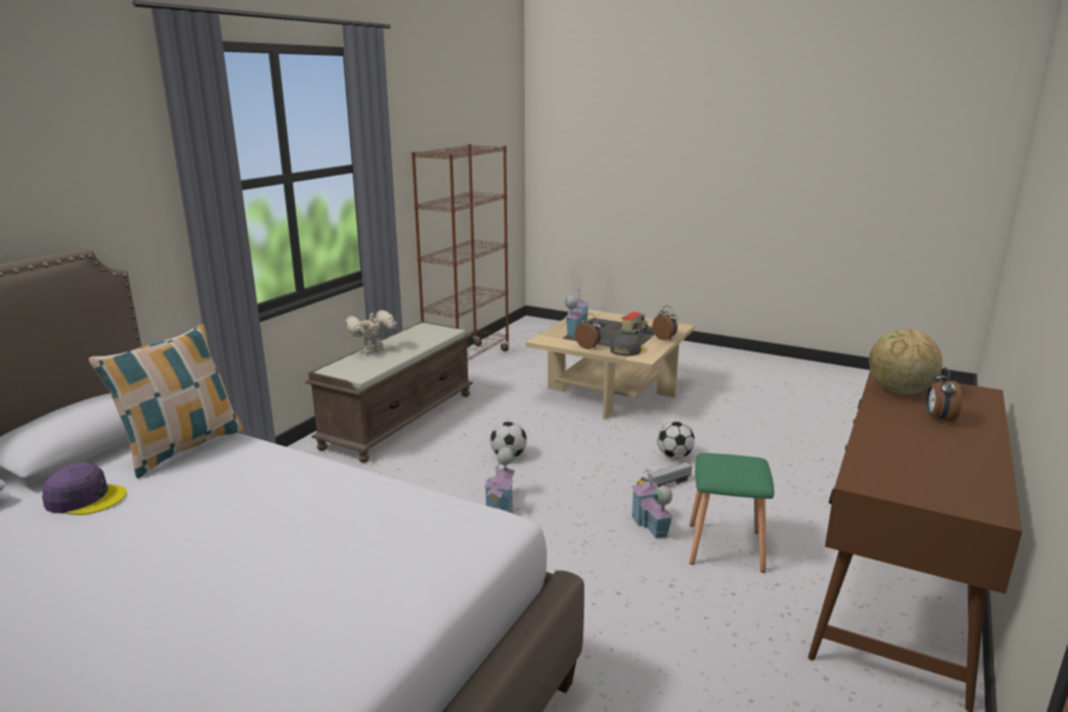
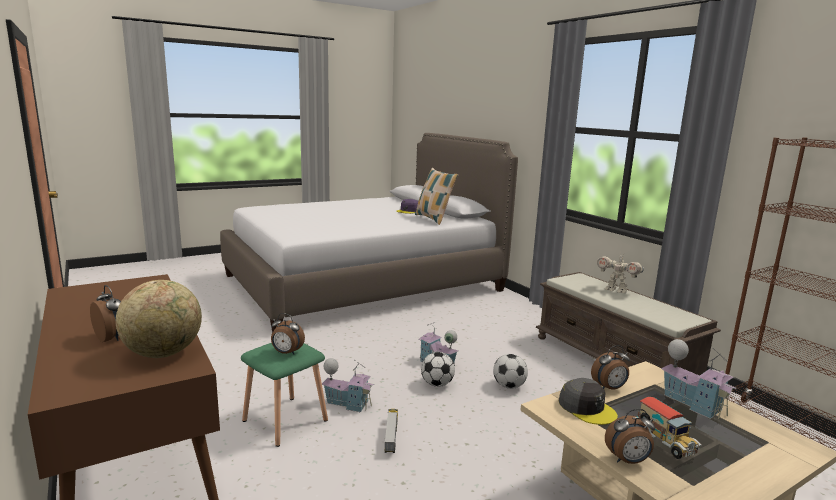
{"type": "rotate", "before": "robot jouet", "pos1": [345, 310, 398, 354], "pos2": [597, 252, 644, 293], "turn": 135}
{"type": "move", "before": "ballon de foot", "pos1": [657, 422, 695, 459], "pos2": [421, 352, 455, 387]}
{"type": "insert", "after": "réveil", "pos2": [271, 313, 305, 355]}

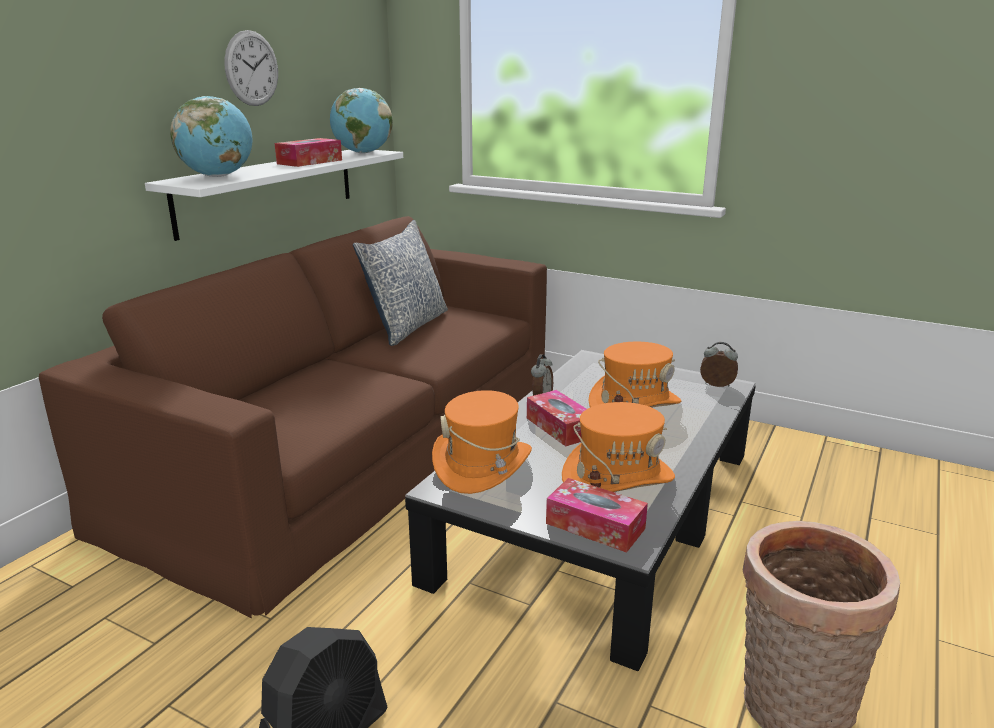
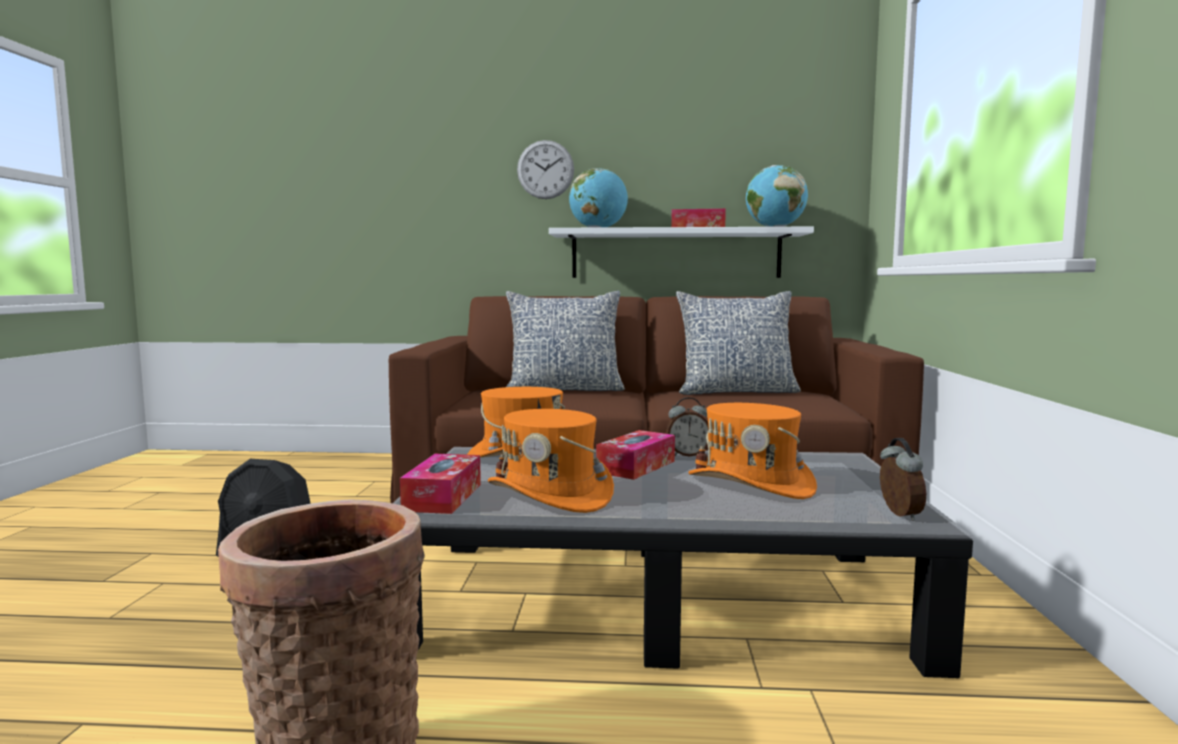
{"type": "move", "before": "horloge murale", "pos1": [224, 30, 278, 106], "pos2": [517, 140, 574, 199]}
{"type": "insert", "after": "coussin", "pos2": [506, 291, 625, 391]}

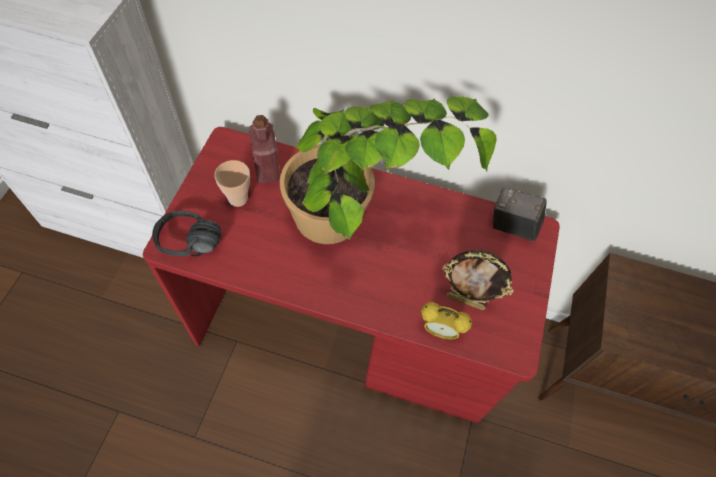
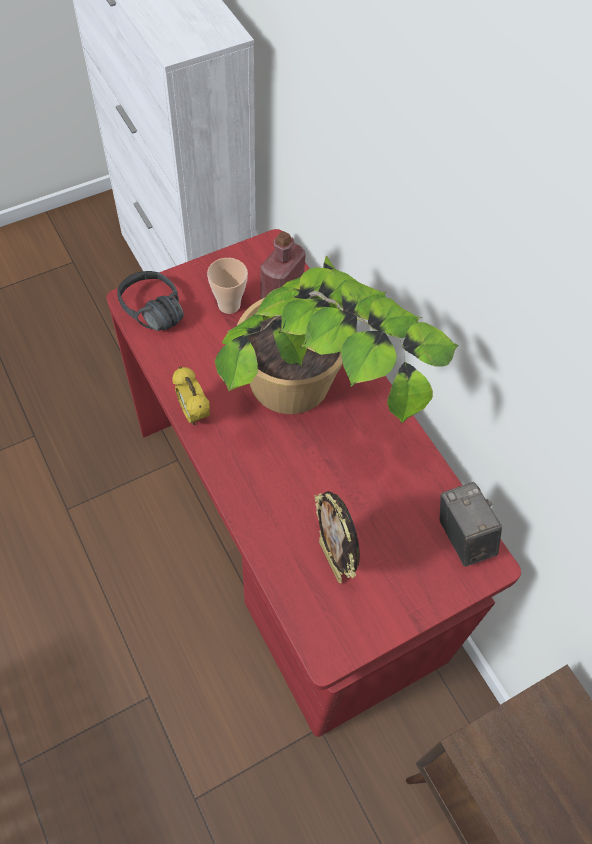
{"type": "move", "before": "réveil", "pos1": [421, 302, 472, 340], "pos2": [172, 367, 210, 425]}

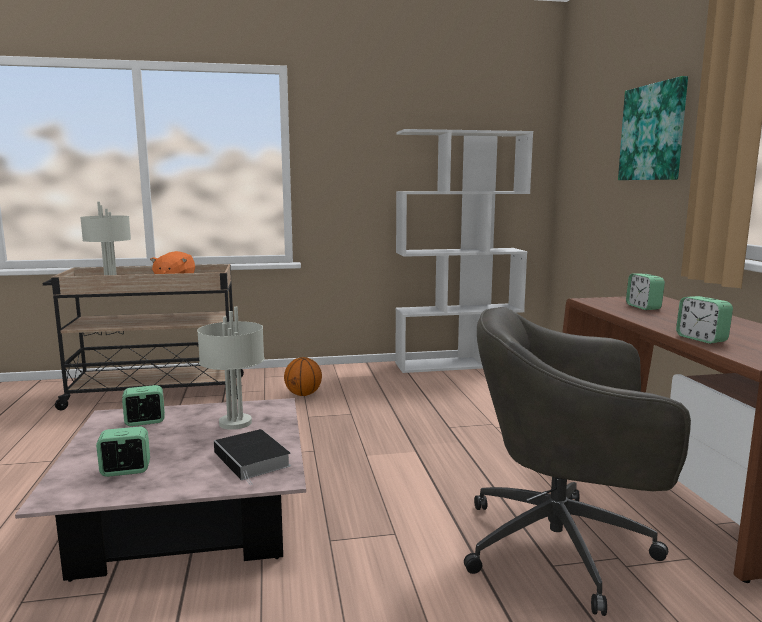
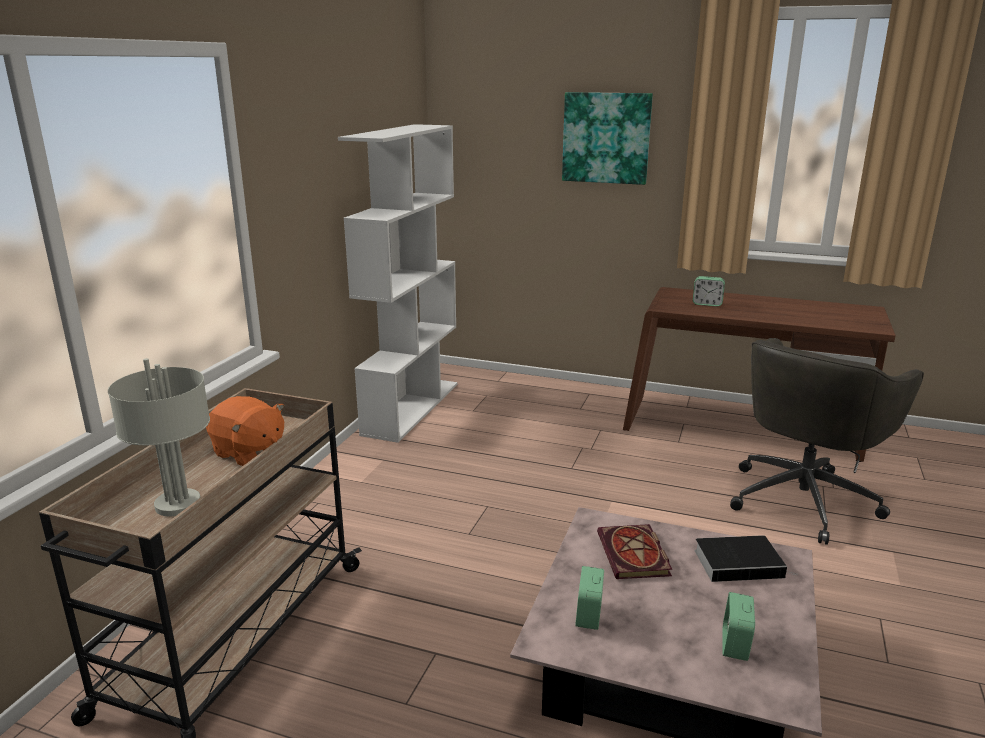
{"type": "replace", "before": "lampe de table/gris", "after": "livre", "pos1": [197, 307, 264, 430], "pos2": [597, 524, 672, 579]}
{"type": "delete", "before": "ballon de basket", "pos1": [284, 357, 322, 396]}
{"type": "delete", "before": "réveil", "pos1": [676, 296, 733, 344]}

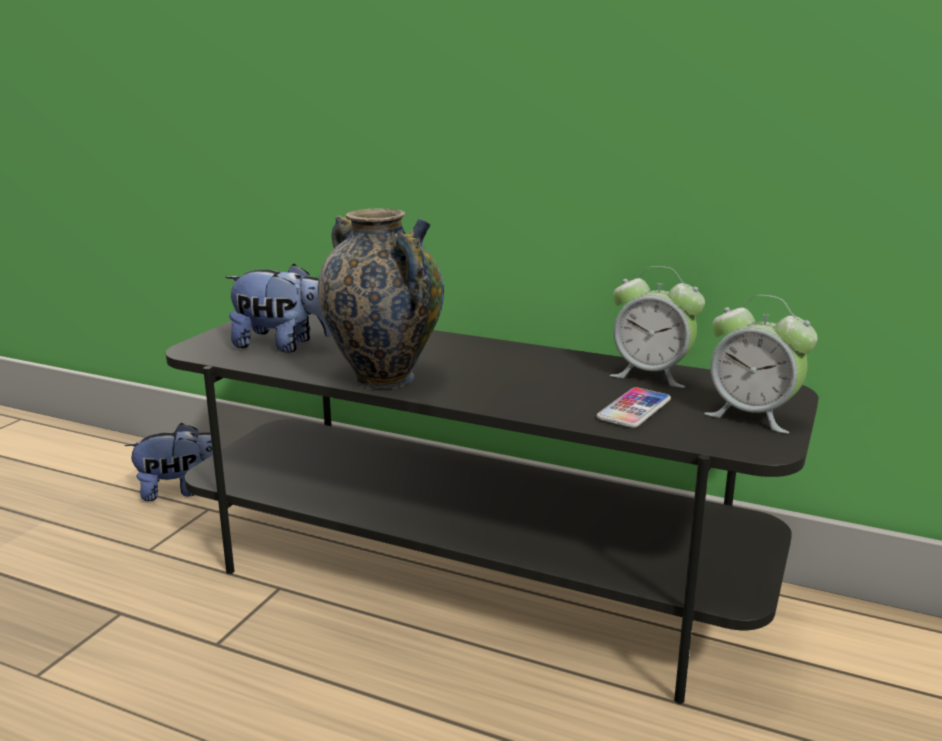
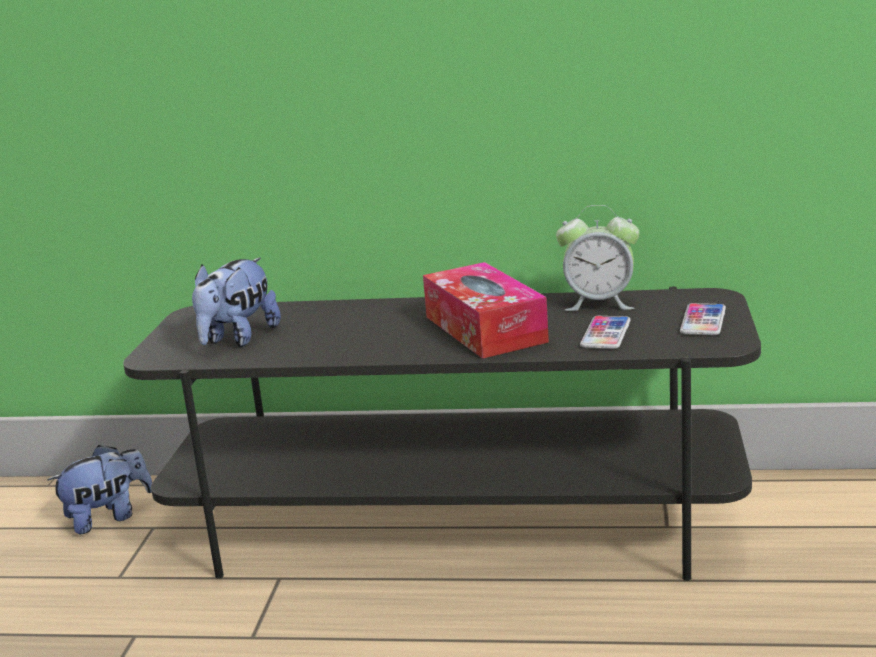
{"type": "rotate", "before": "peluche", "pos1": [225, 264, 332, 353], "pos2": [192, 258, 281, 347], "turn": 120}
{"type": "delete", "before": "vase", "pos1": [318, 208, 444, 390]}
{"type": "replace", "before": "réveil", "after": "téléphone", "pos1": [704, 295, 818, 434], "pos2": [680, 303, 726, 335]}
{"type": "insert", "after": "boîte à mouchoirs", "pos2": [423, 262, 549, 359]}

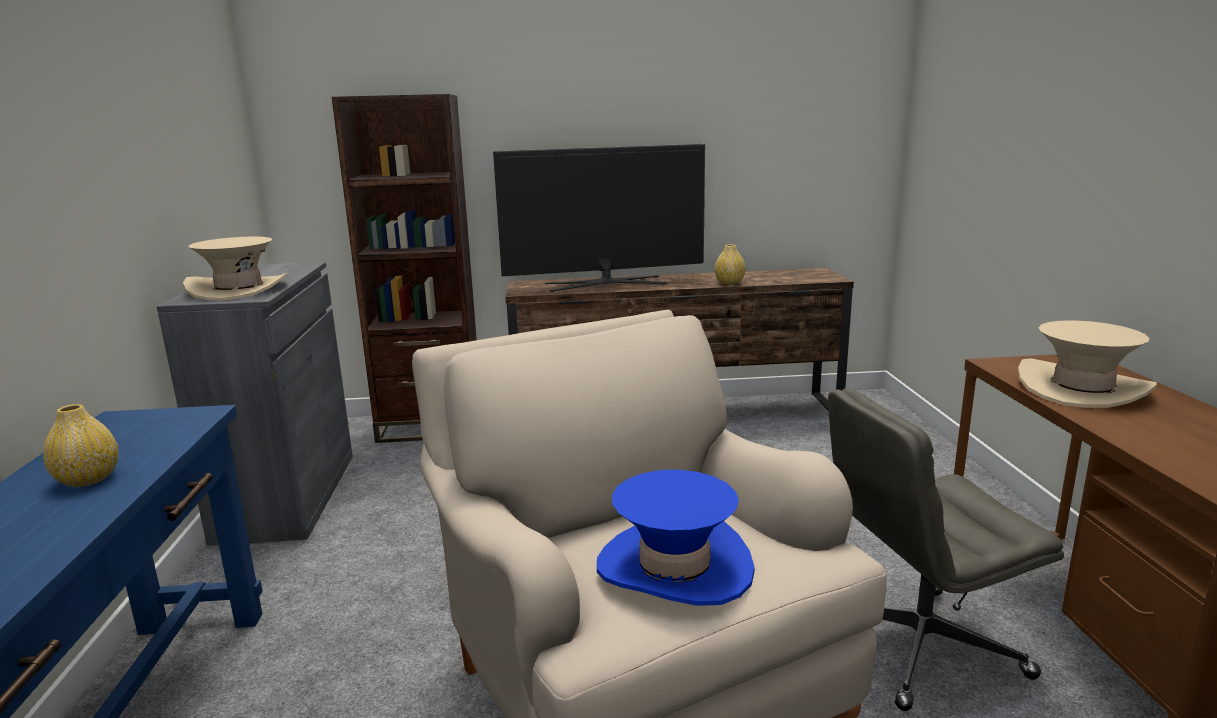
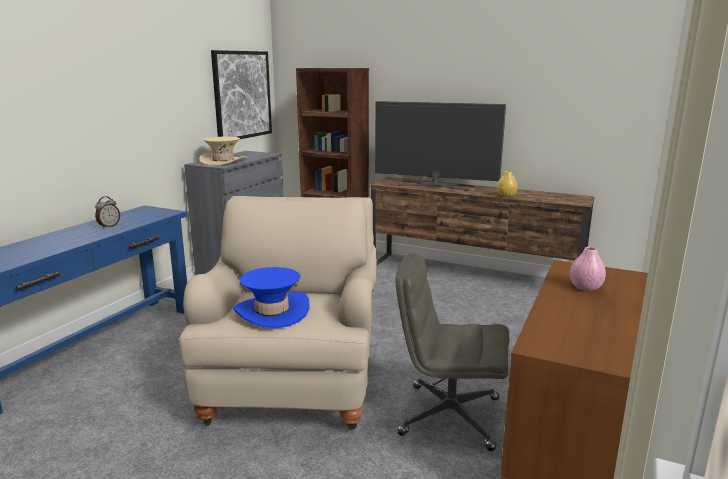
{"type": "replace", "before": "vase/jaune", "after": "réveil", "pos1": [43, 404, 119, 487], "pos2": [95, 196, 120, 228]}
{"type": "replace", "before": "chapeau/beige", "after": "vase/rose", "pos1": [1018, 320, 1157, 408], "pos2": [570, 247, 606, 291]}
{"type": "insert", "after": "tableau", "pos2": [211, 50, 272, 139]}

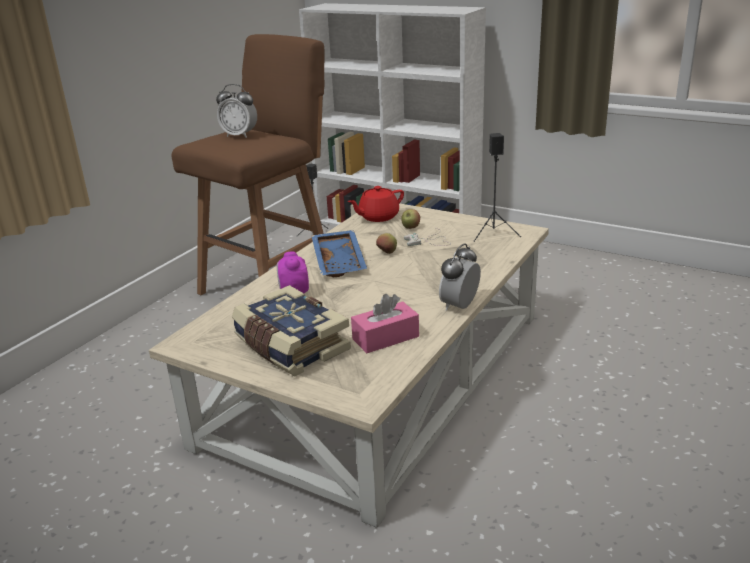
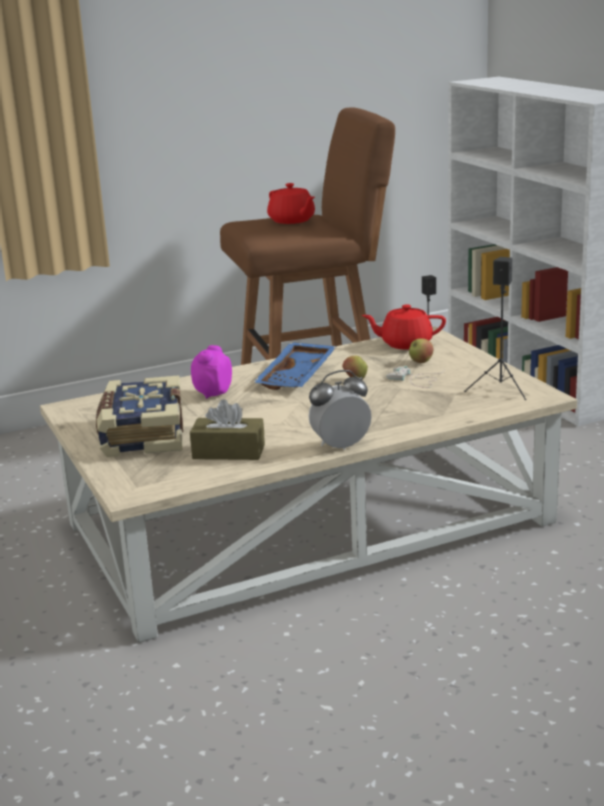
{"type": "replace", "before": "réveil", "after": "théière/rouge", "pos1": [216, 84, 257, 138], "pos2": [267, 183, 315, 224]}
{"type": "recolor", "before": "boîte à mouchoirs/rose", "after": "boîte à mouchoirs/marron", "pos1": [351, 294, 419, 353], "pos2": [190, 399, 265, 460]}

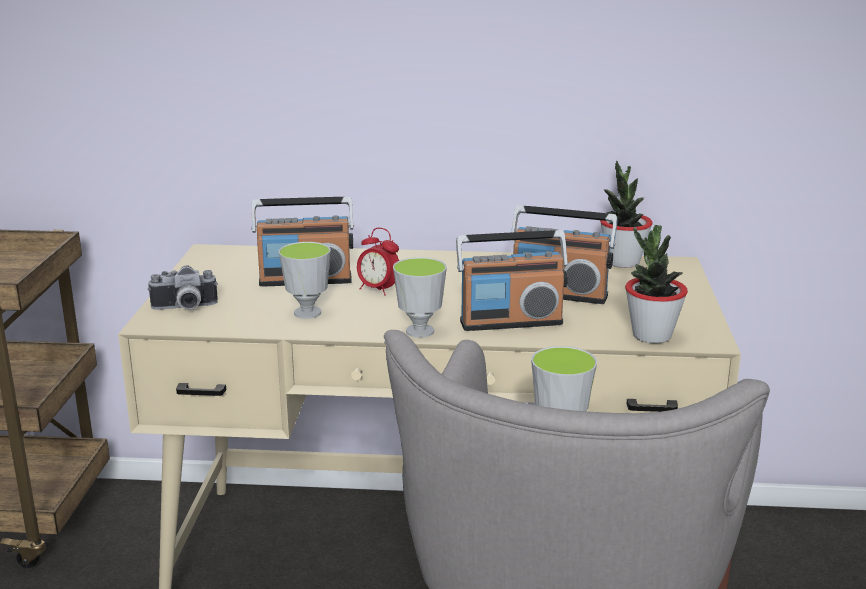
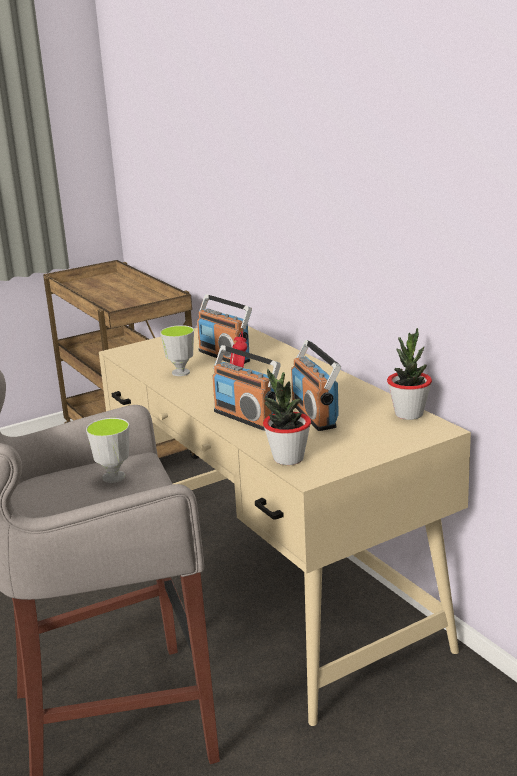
{"type": "delete", "before": "appareil photo", "pos1": [147, 265, 218, 310]}
{"type": "delete", "before": "tasse", "pos1": [393, 257, 447, 338]}

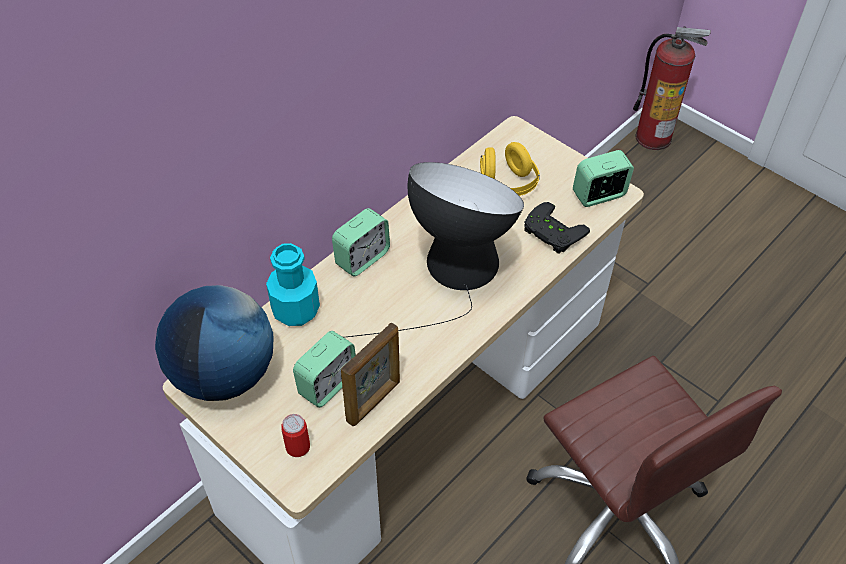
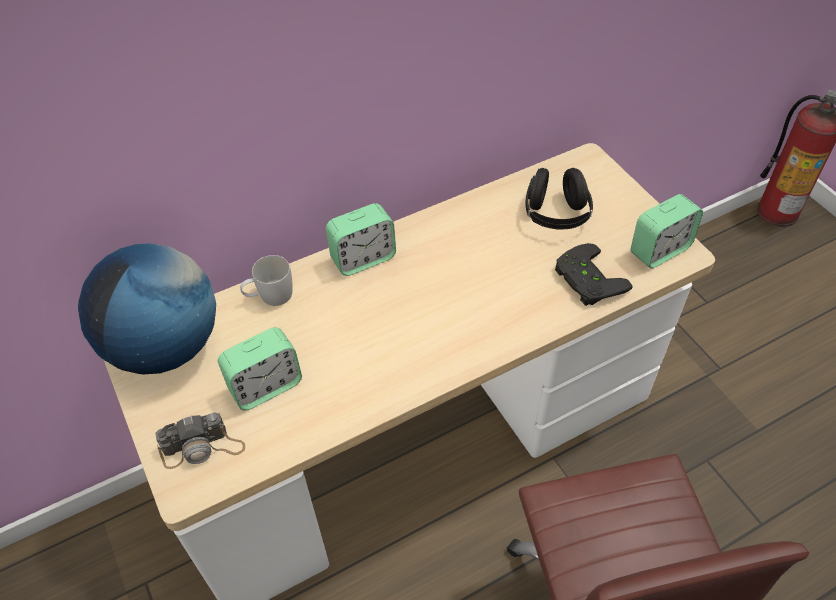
{"type": "replace", "before": "bouteille/turquoise", "after": "mug/blanc", "pos1": [266, 243, 320, 326], "pos2": [240, 255, 292, 306]}
{"type": "replace", "before": "boîte métallique", "after": "appareil photo", "pos1": [281, 414, 310, 457], "pos2": [155, 413, 245, 469]}
{"type": "delete", "before": "cadre photo", "pos1": [341, 322, 400, 426]}
{"type": "delete", "before": "lampe de table", "pos1": [347, 162, 524, 337]}
{"type": "recolor", "before": "casque audio/jaune", "after": "casque audio/noir", "pos1": [480, 142, 540, 196], "pos2": [525, 168, 593, 229]}
{"type": "rotate", "before": "réveil", "pos1": [573, 150, 634, 207], "pos2": [631, 194, 703, 269], "turn": 150}

